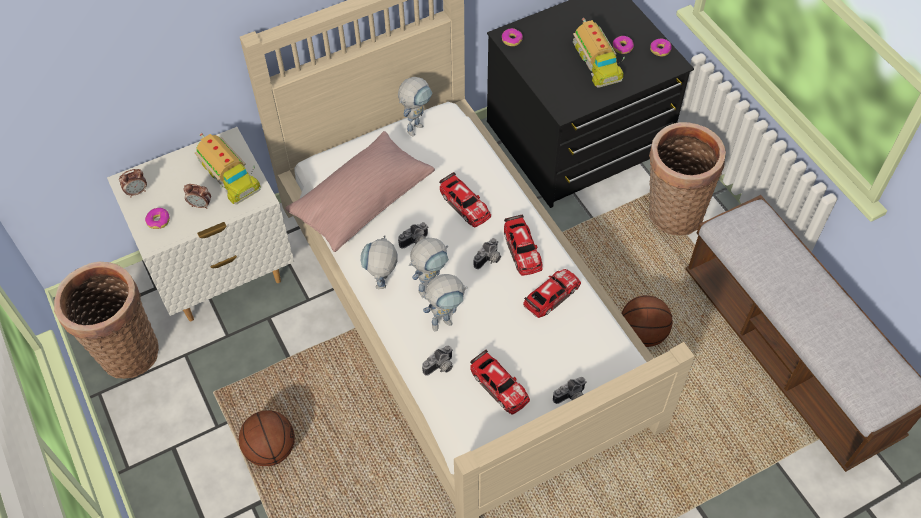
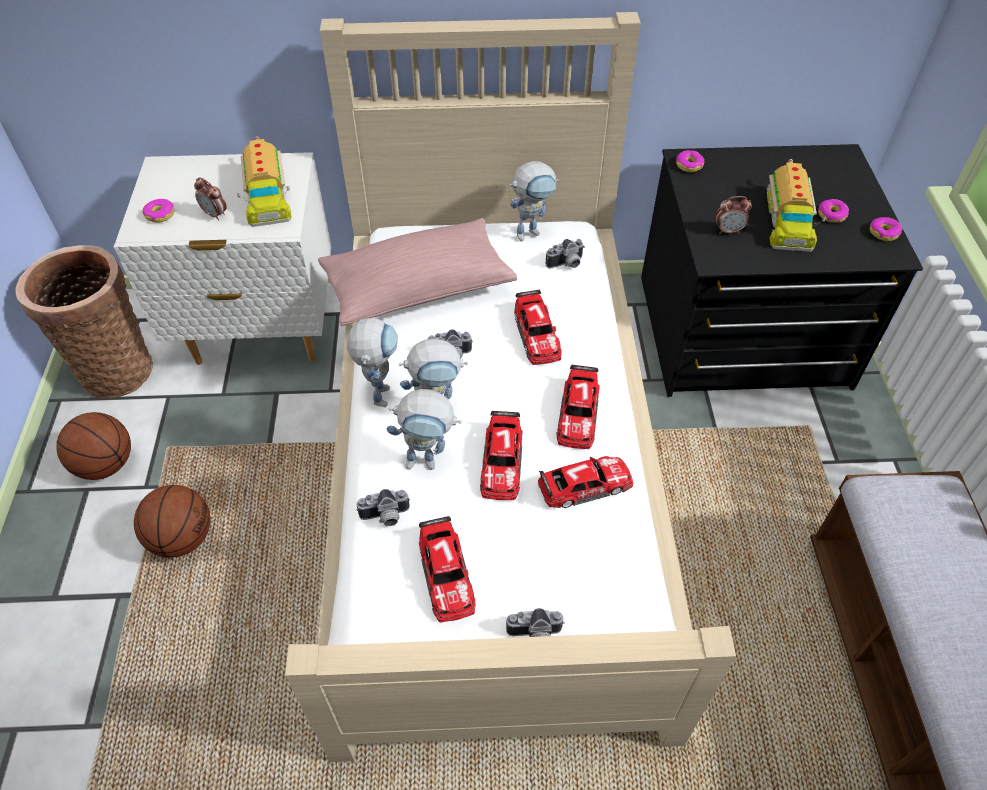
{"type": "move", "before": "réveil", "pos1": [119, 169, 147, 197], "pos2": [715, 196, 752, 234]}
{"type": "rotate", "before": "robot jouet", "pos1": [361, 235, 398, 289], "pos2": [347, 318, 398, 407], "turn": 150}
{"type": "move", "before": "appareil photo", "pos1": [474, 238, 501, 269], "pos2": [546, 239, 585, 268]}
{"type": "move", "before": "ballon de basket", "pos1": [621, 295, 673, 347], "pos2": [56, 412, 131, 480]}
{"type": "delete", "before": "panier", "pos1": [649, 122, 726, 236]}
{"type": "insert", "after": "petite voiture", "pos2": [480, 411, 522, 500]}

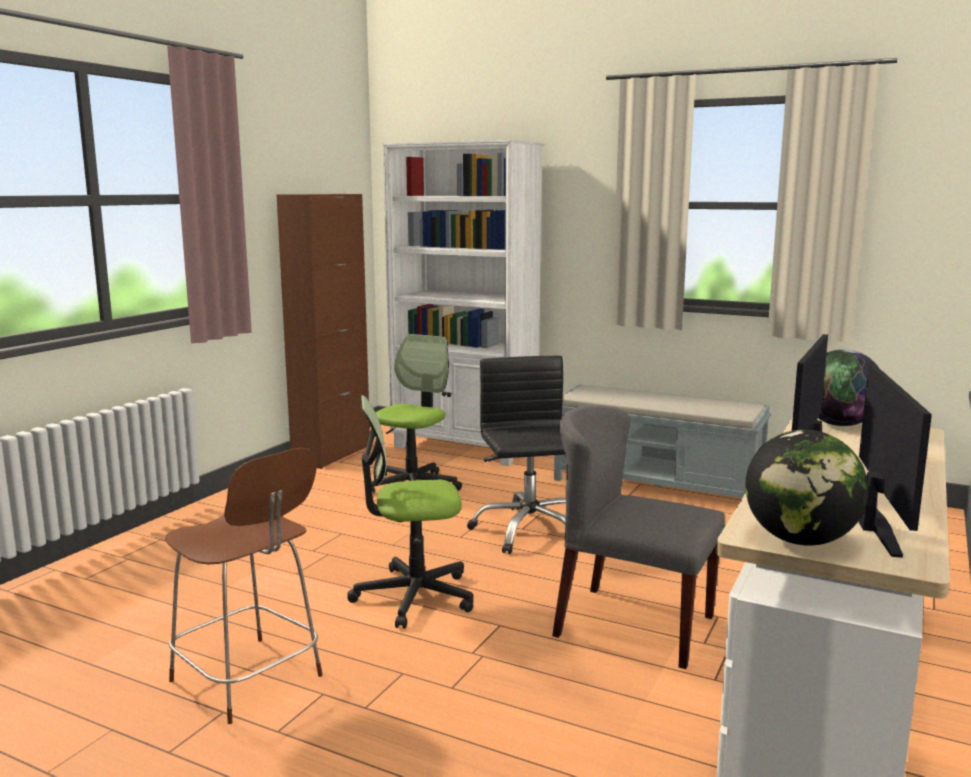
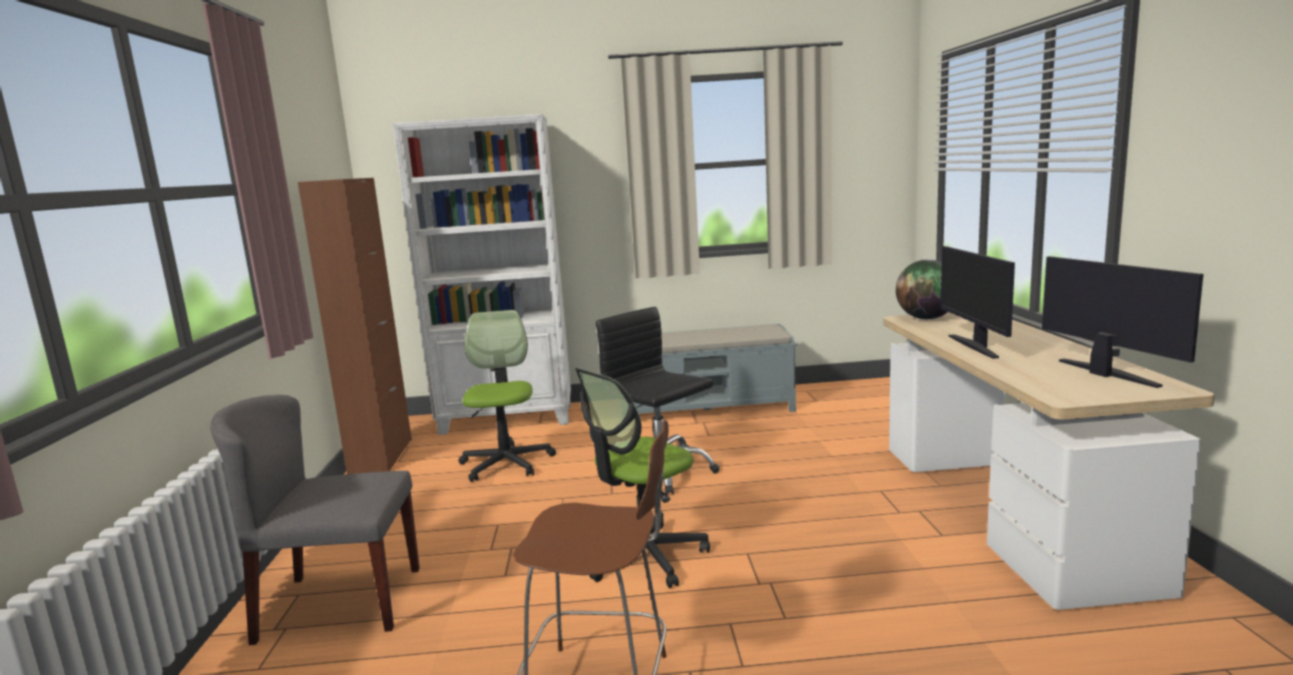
{"type": "move", "before": "chaise/gris", "pos1": [552, 405, 725, 669], "pos2": [210, 395, 420, 645]}
{"type": "delete", "before": "globe", "pos1": [745, 430, 868, 546]}

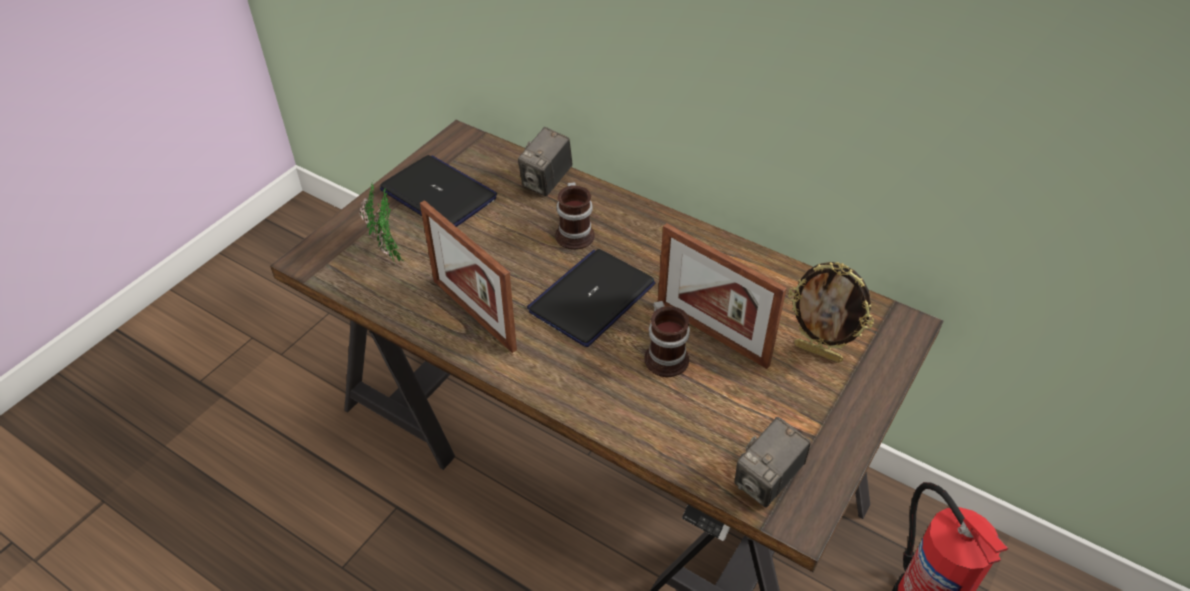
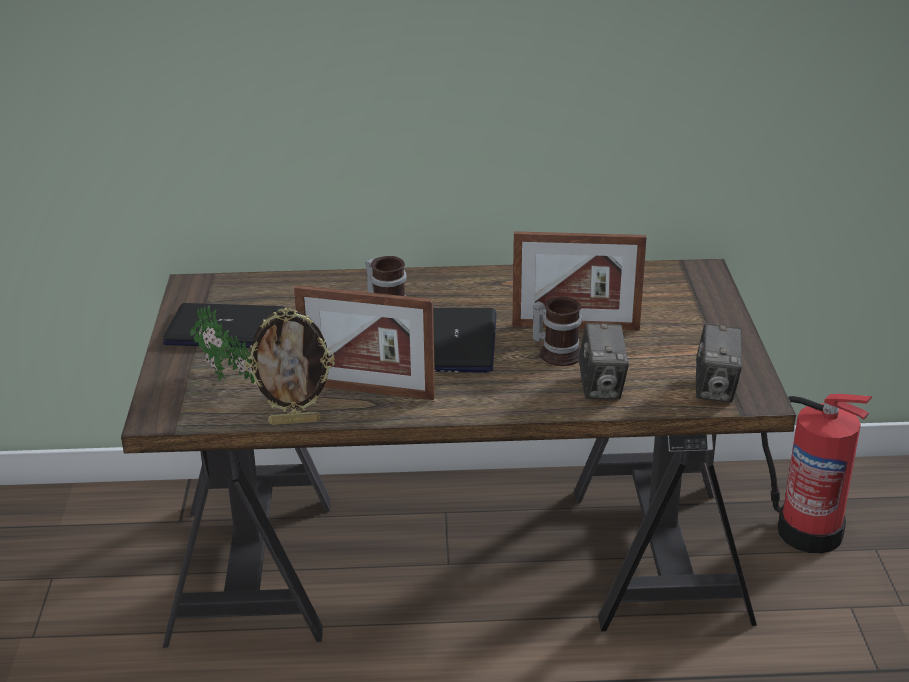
{"type": "move", "before": "appareil photo", "pos1": [518, 127, 572, 196], "pos2": [578, 323, 629, 400]}
{"type": "move", "before": "cadre photo", "pos1": [788, 262, 874, 363], "pos2": [245, 308, 335, 425]}

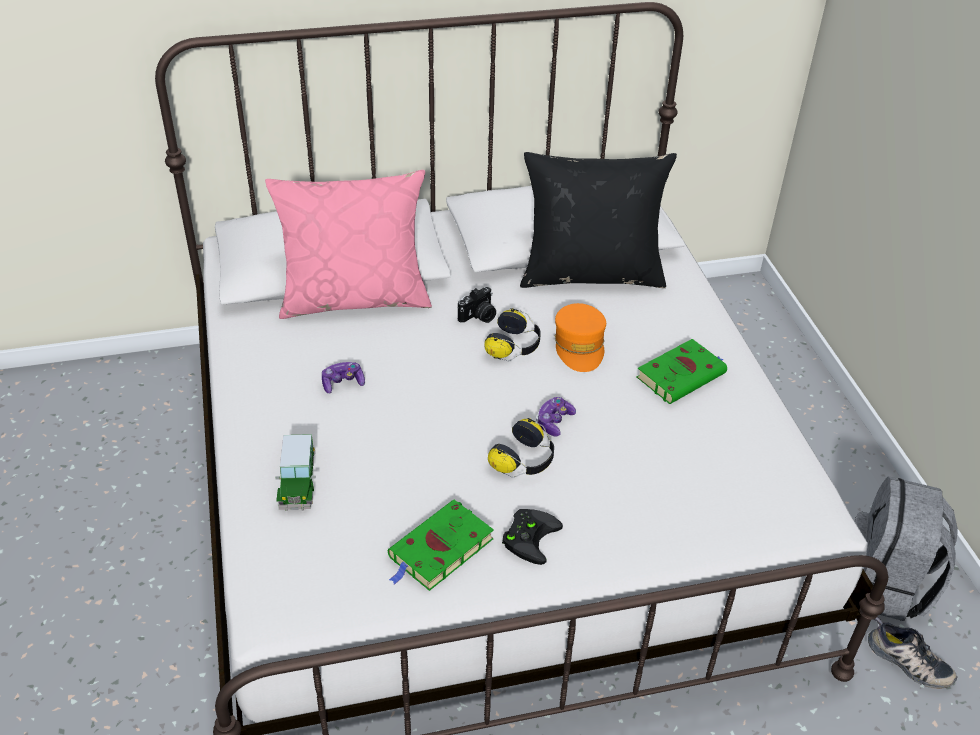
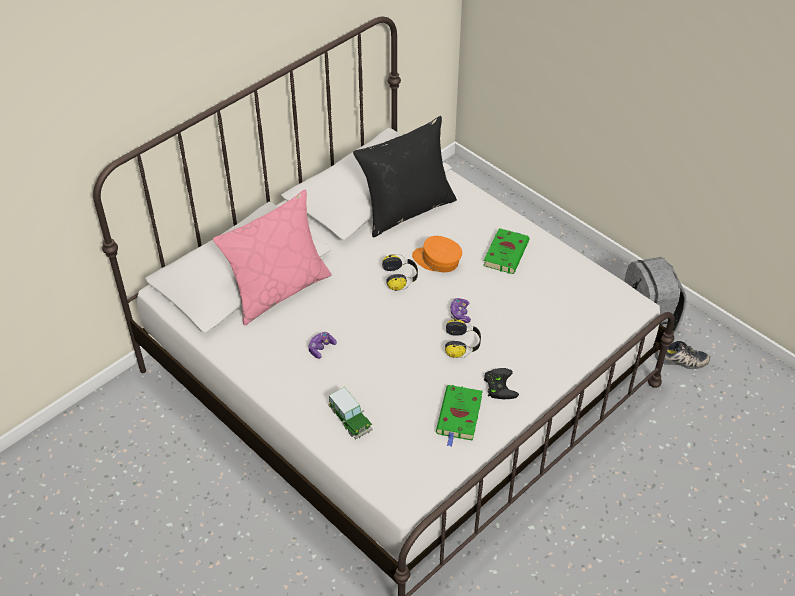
{"type": "delete", "before": "appareil photo", "pos1": [458, 287, 496, 323]}
{"type": "rotate", "before": "casquette/orange", "pos1": [555, 303, 606, 372], "pos2": [412, 236, 462, 272], "turn": 150}

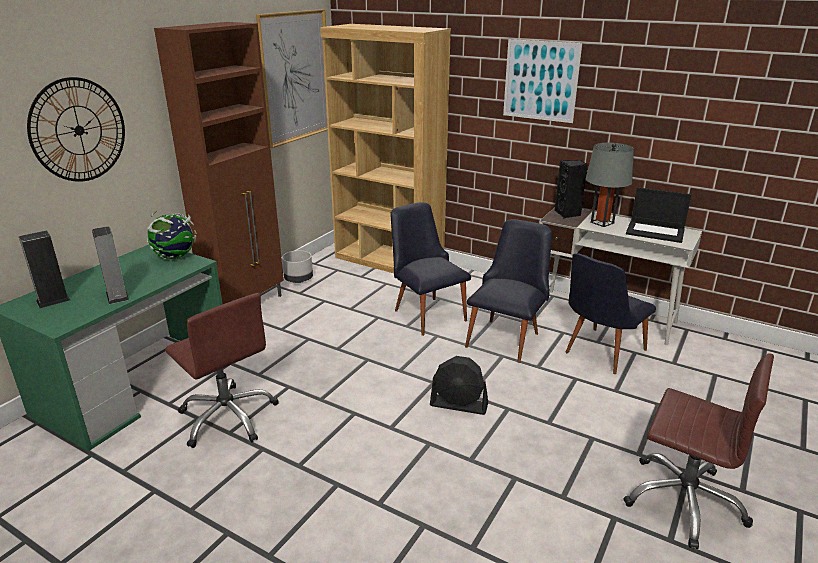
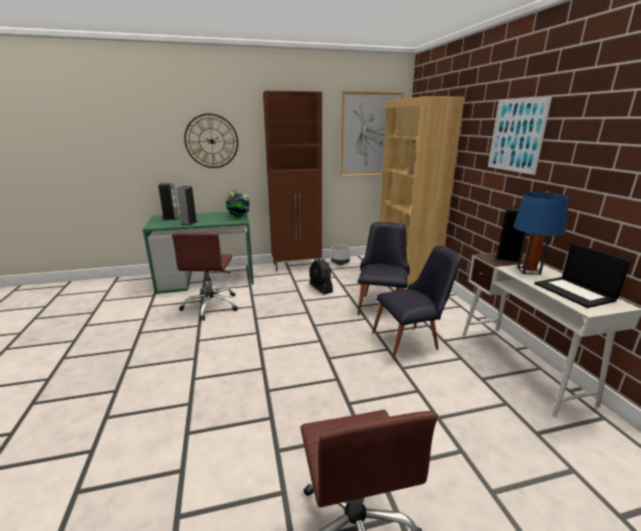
{"type": "move", "before": "ventilateur/noir", "pos1": [430, 356, 488, 415], "pos2": [309, 259, 333, 295]}
{"type": "delete", "before": "chaise/noir", "pos1": [565, 253, 656, 374]}
{"type": "recolor", "before": "lampe de table/gris", "after": "lampe de table/bleu", "pos1": [586, 143, 634, 227], "pos2": [513, 191, 569, 275]}

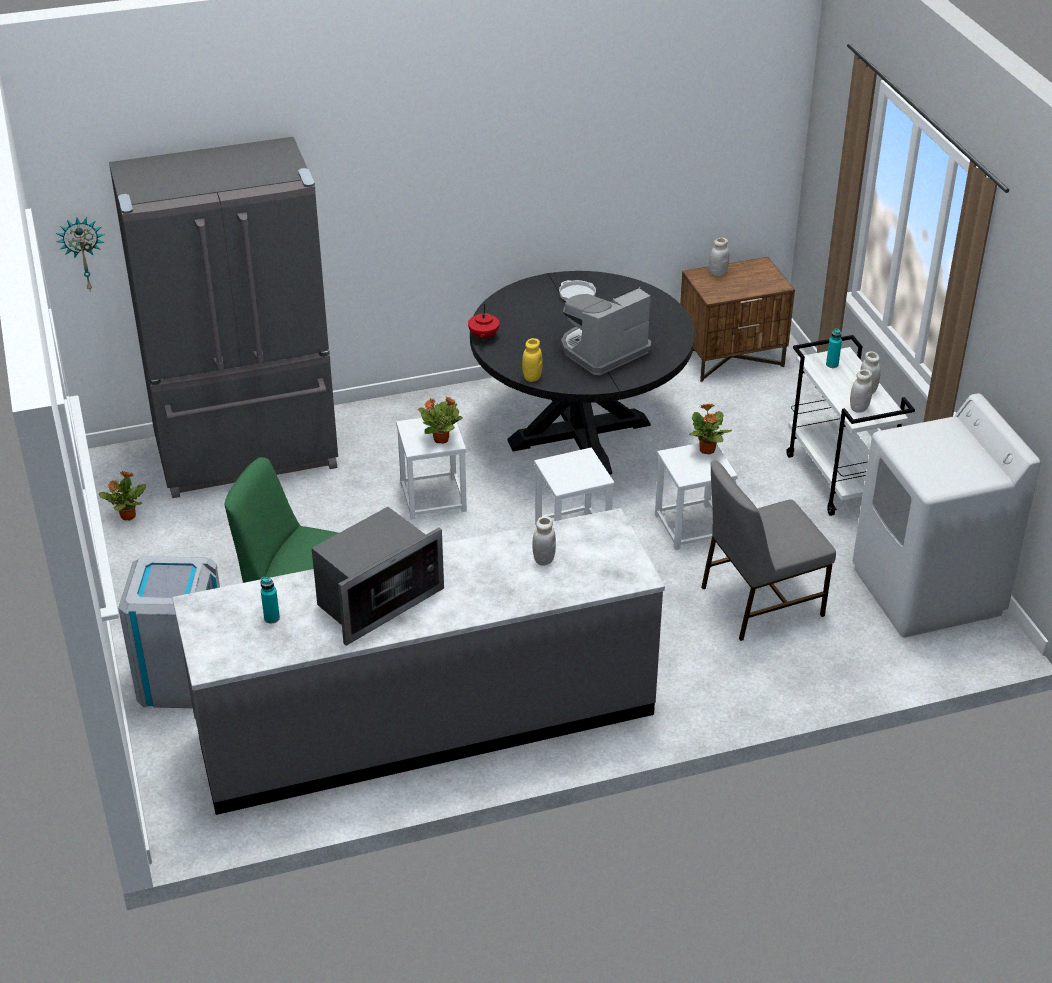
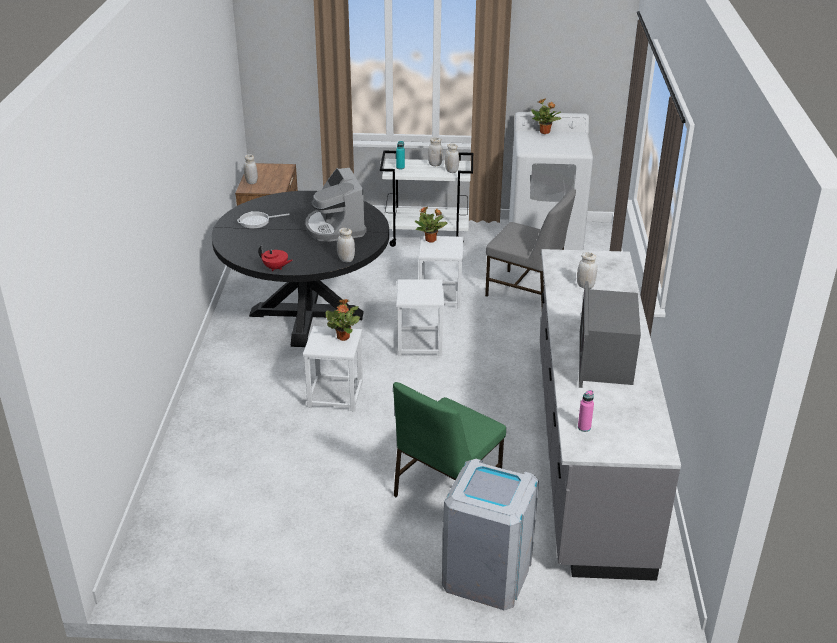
{"type": "delete", "before": "horloge murale", "pos1": [56, 217, 105, 292]}
{"type": "move", "before": "plante en pot", "pos1": [99, 471, 146, 520], "pos2": [531, 98, 561, 134]}
{"type": "delete", "before": "réfrigérateur/gris", "pos1": [109, 137, 338, 498]}
{"type": "delete", "before": "bouteille/turquoise", "pos1": [261, 577, 280, 623]}
{"type": "rotate", "before": "micro-ondes", "pos1": [312, 507, 444, 646], "pos2": [579, 281, 641, 388], "turn": -150}
{"type": "recolor", "before": "bocal/jaune", "after": "bocal/blanc", "pos1": [522, 338, 543, 382], "pos2": [337, 228, 355, 263]}
{"type": "rotate", "before": "chaise/gris", "pos1": [701, 460, 836, 641], "pos2": [485, 189, 576, 305], "turn": -60}
{"type": "insert", "after": "bouteille/rose", "pos2": [578, 390, 594, 432]}

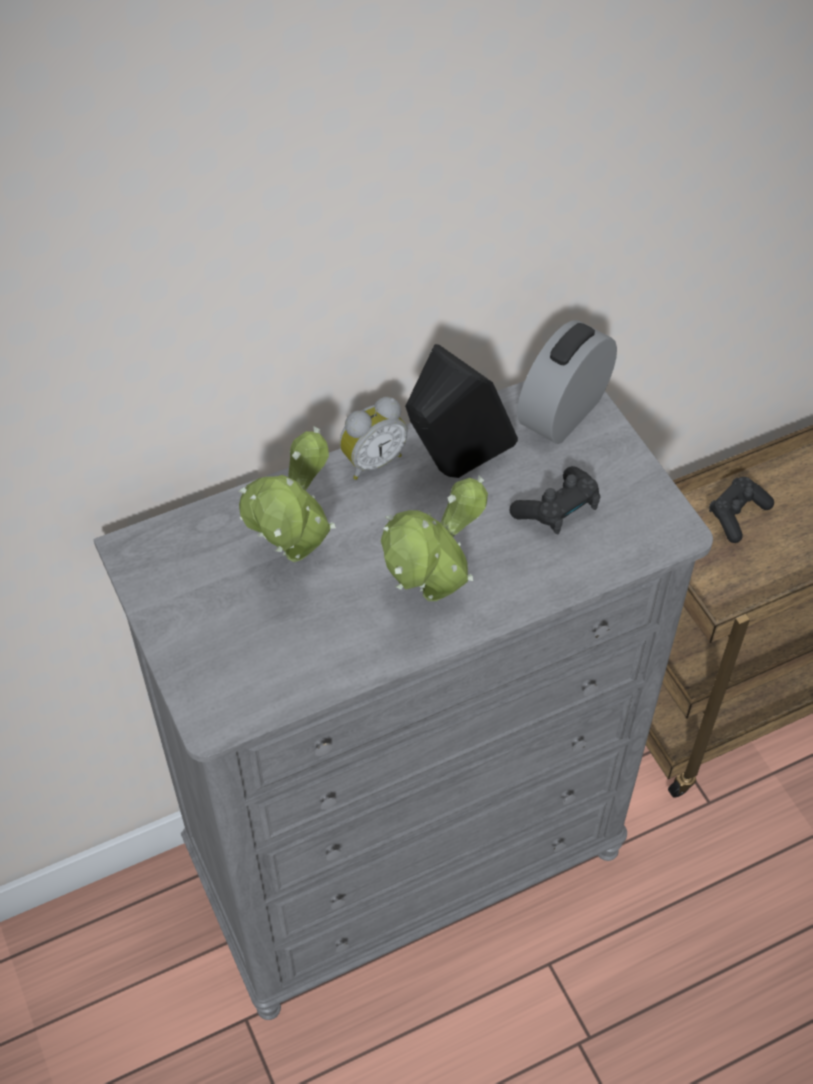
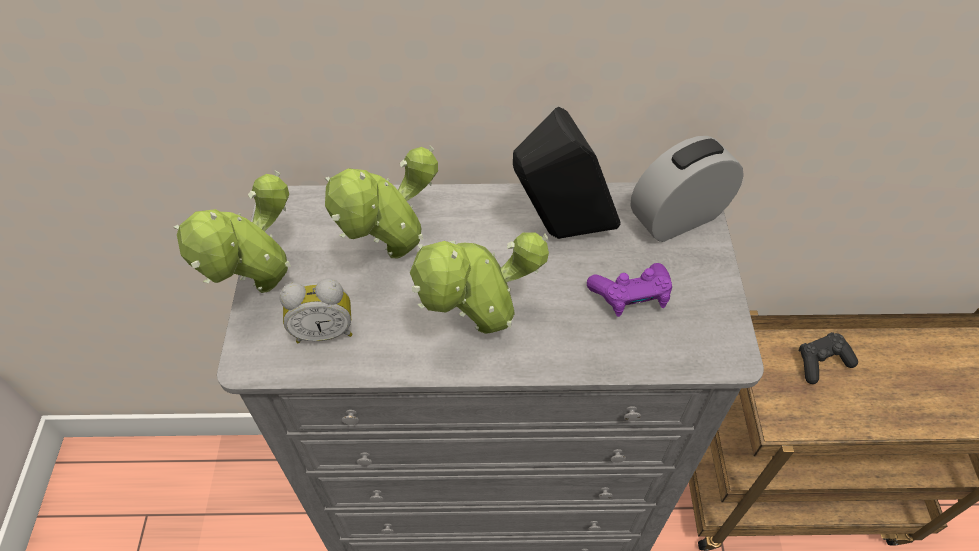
{"type": "move", "before": "réveil", "pos1": [340, 397, 408, 480], "pos2": [280, 279, 352, 343]}
{"type": "recolor", "before": "manette/noir", "after": "manette/violet", "pos1": [510, 466, 600, 534], "pos2": [587, 263, 672, 317]}
{"type": "insert", "after": "plante en pot", "pos2": [174, 170, 291, 293]}

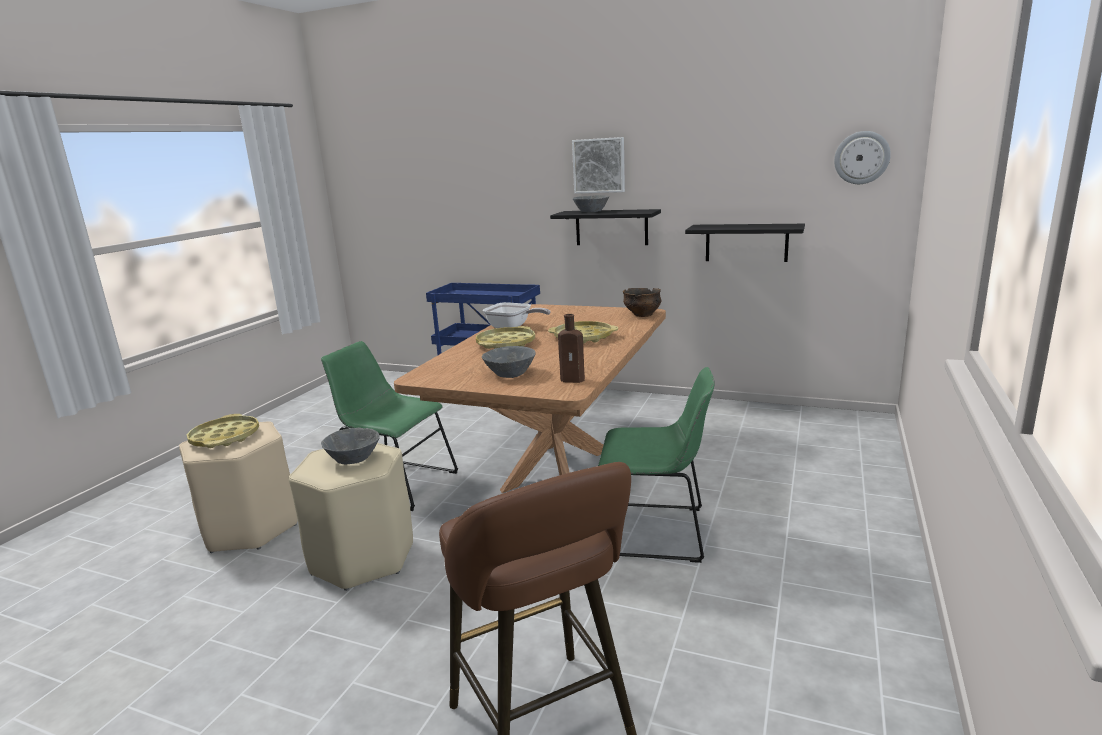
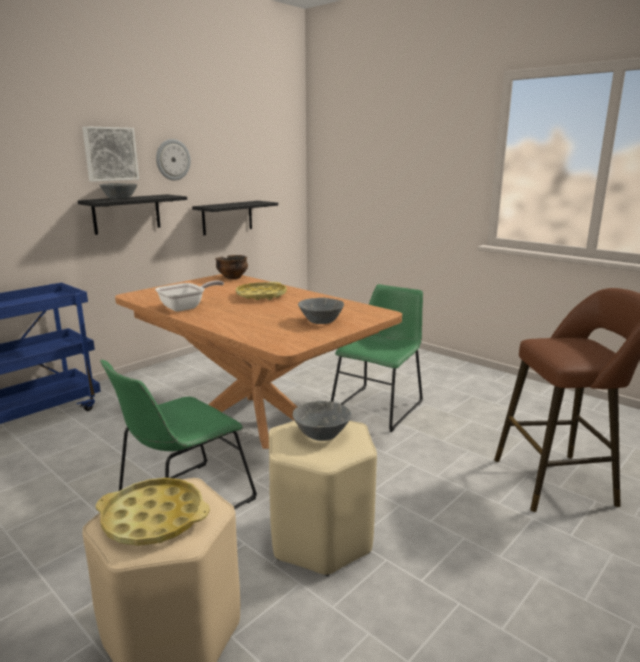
{"type": "delete", "before": "plateau/jaune", "pos1": [476, 326, 535, 349]}
{"type": "delete", "before": "bouteille/marron", "pos1": [558, 314, 585, 383]}
{"type": "move", "before": "horloge murale", "pos1": [834, 131, 891, 184], "pos2": [156, 139, 191, 180]}

